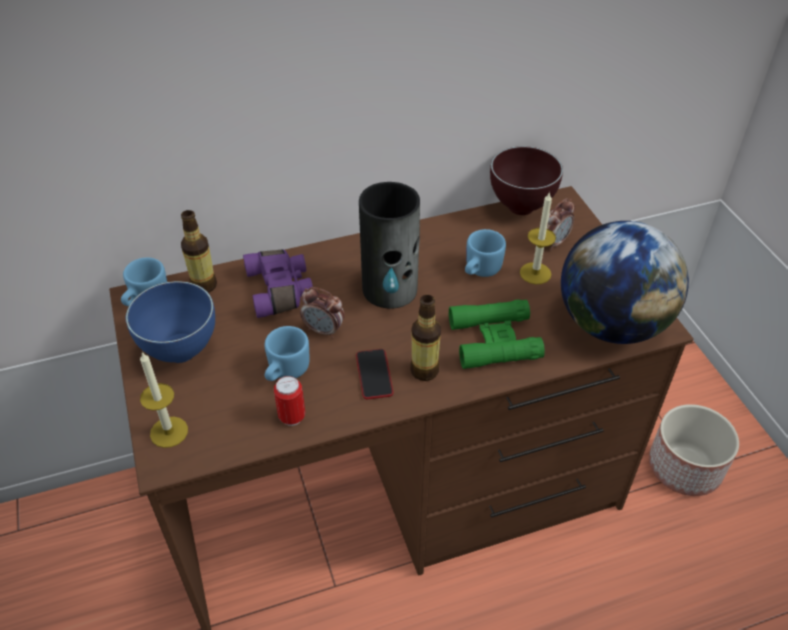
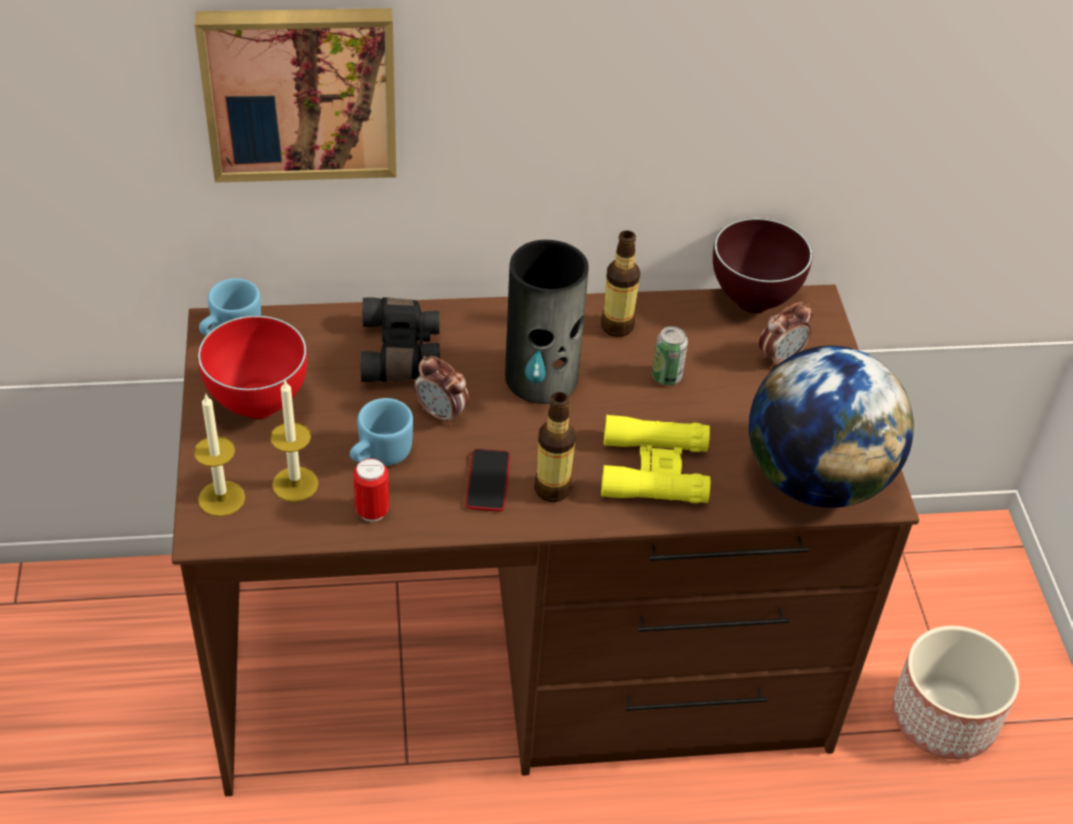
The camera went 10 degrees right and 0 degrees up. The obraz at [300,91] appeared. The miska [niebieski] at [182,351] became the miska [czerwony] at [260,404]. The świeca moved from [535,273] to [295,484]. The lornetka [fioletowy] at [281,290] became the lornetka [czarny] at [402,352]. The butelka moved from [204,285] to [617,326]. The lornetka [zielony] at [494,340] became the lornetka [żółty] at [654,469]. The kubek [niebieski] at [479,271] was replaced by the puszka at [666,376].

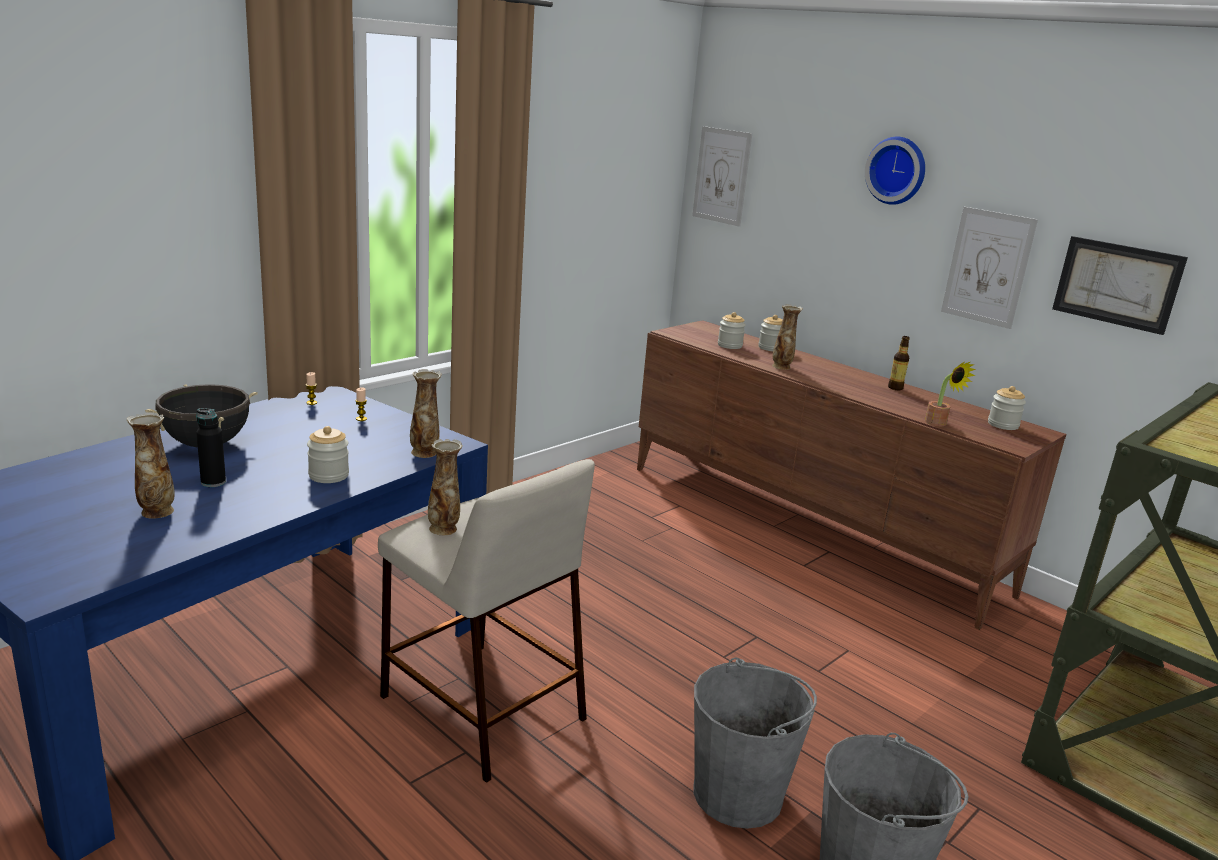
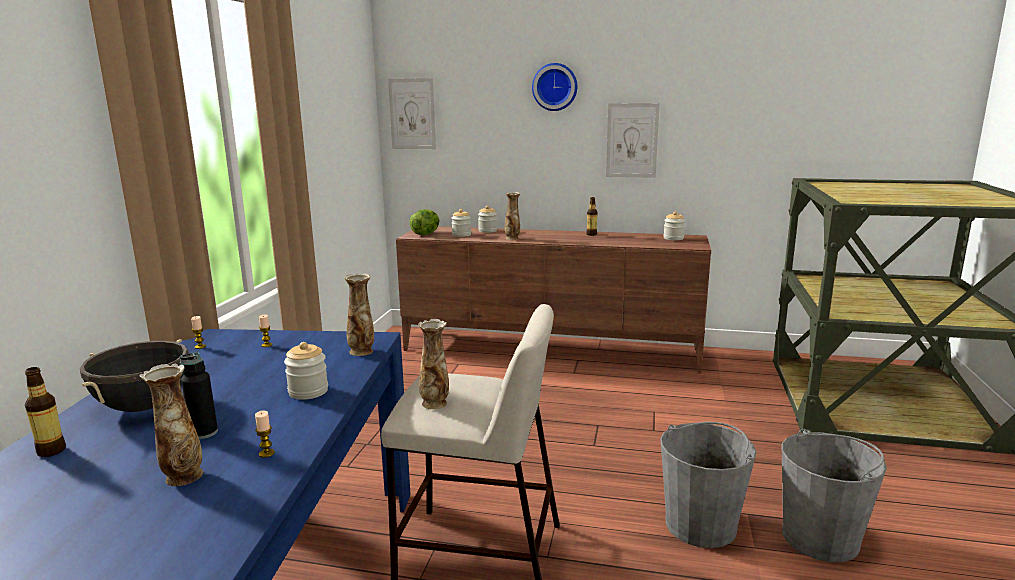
The camera went 30 degrees left and 5 degrees down. The butelka at [51,451] appeared. The świeca at [266,453] appeared. The sałata at [426,234] appeared. The roślina doniczkowa at [939,424] disappeared. The obraz at [1117,284] disappeared.

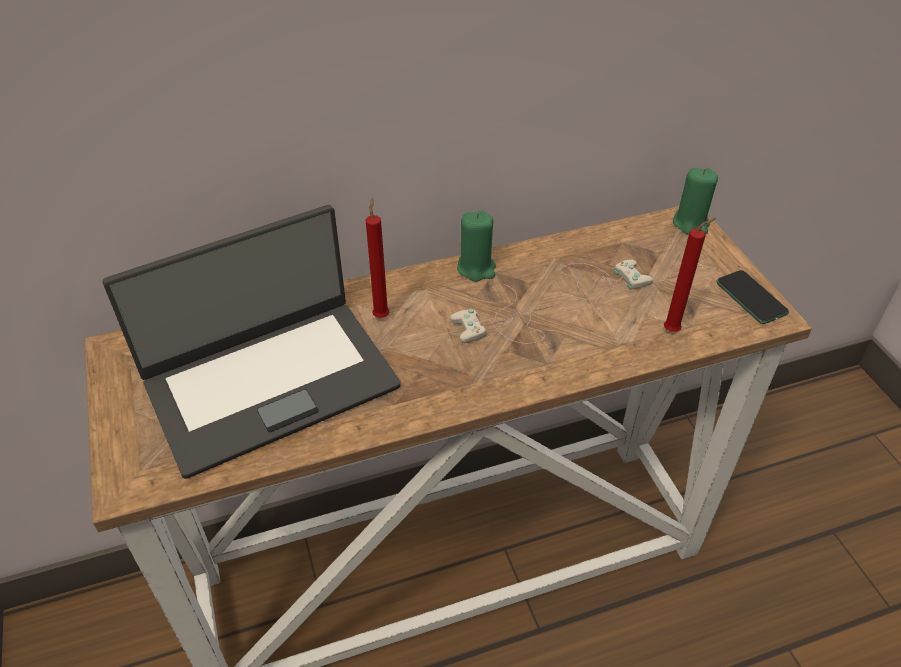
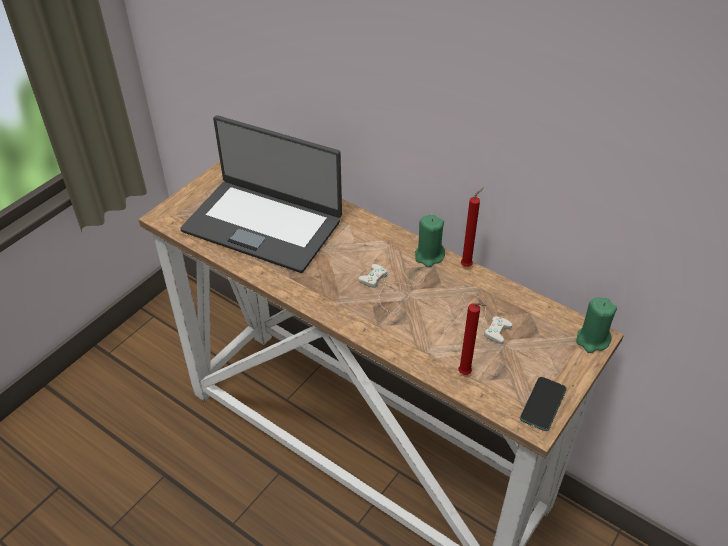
The camera went 55 degrees right and 0 degrees up. The świeca [czerwony] moved from [381,315] to [467,265].

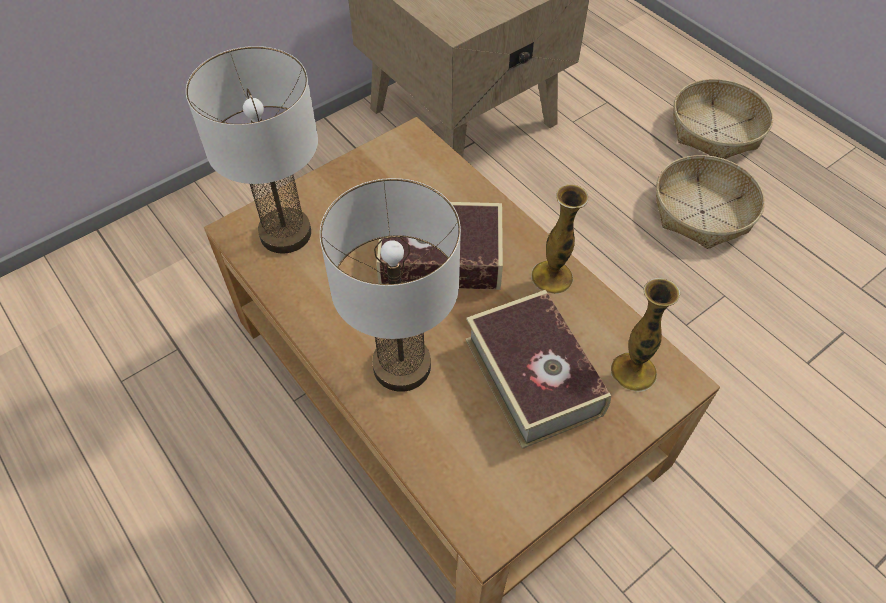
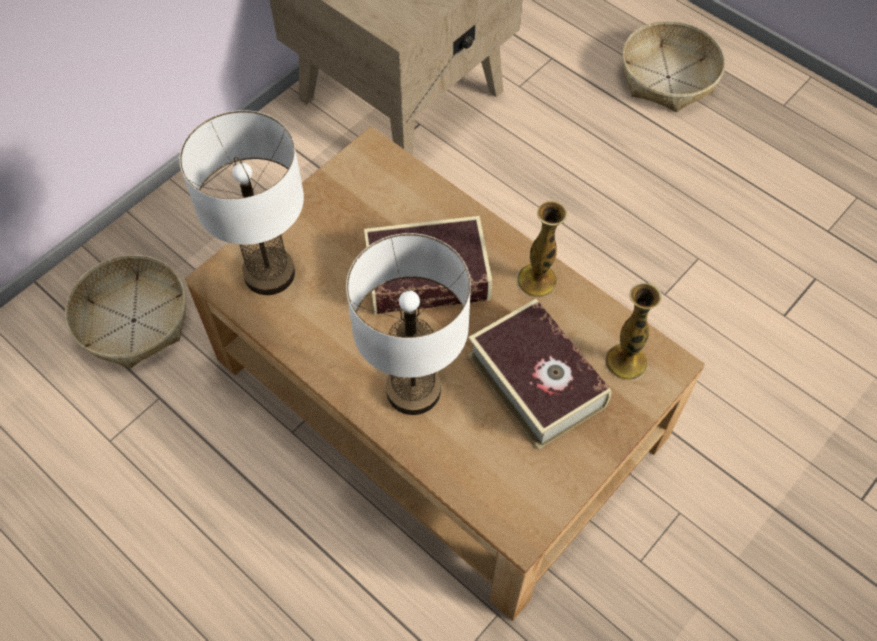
The camera went 10 degrees left and 5 degrees up. The koszyk moved from [702,212] to [134,320].

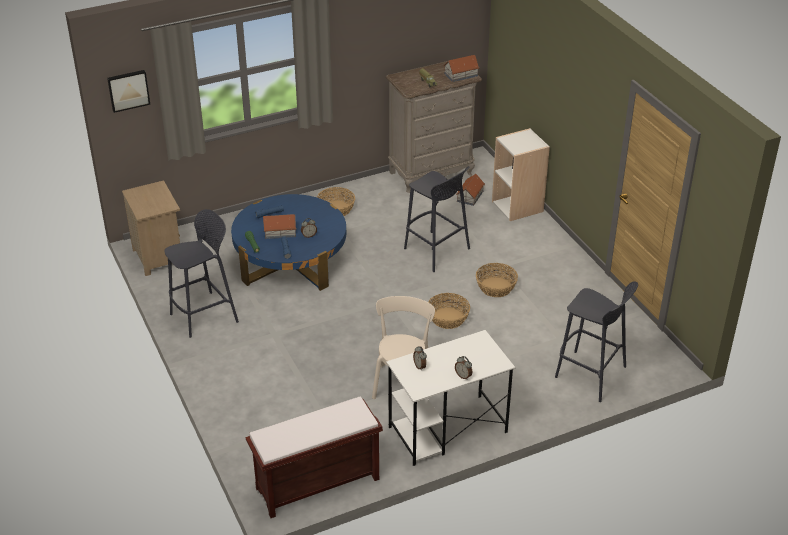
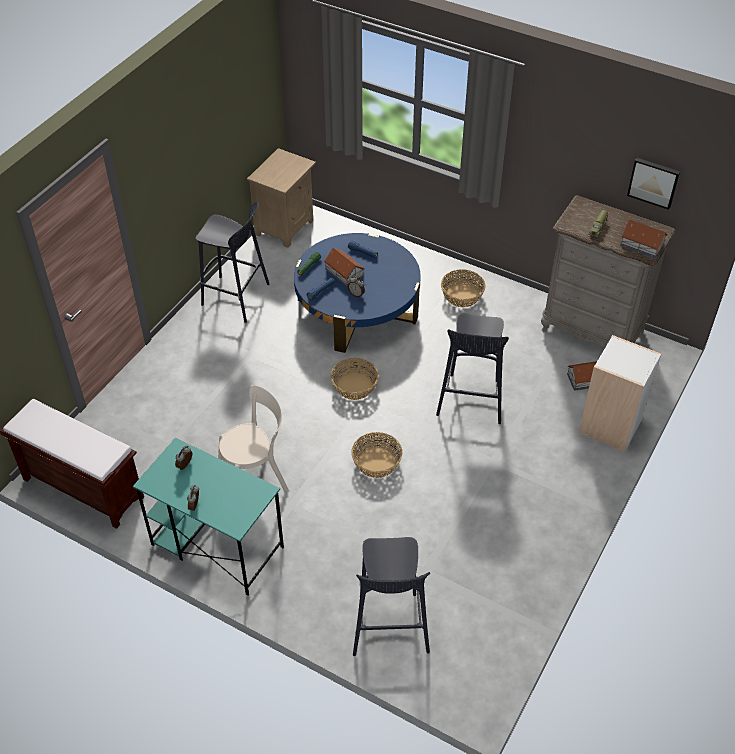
The camera went 55 degrees right and 10 degrees up. The biurko [biały] at [447,430] became the biurko [turkusowy] at [216,545]. The koszyk moved from [495,287] to [354,386]. The obraz moved from [128,90] to [653,182].

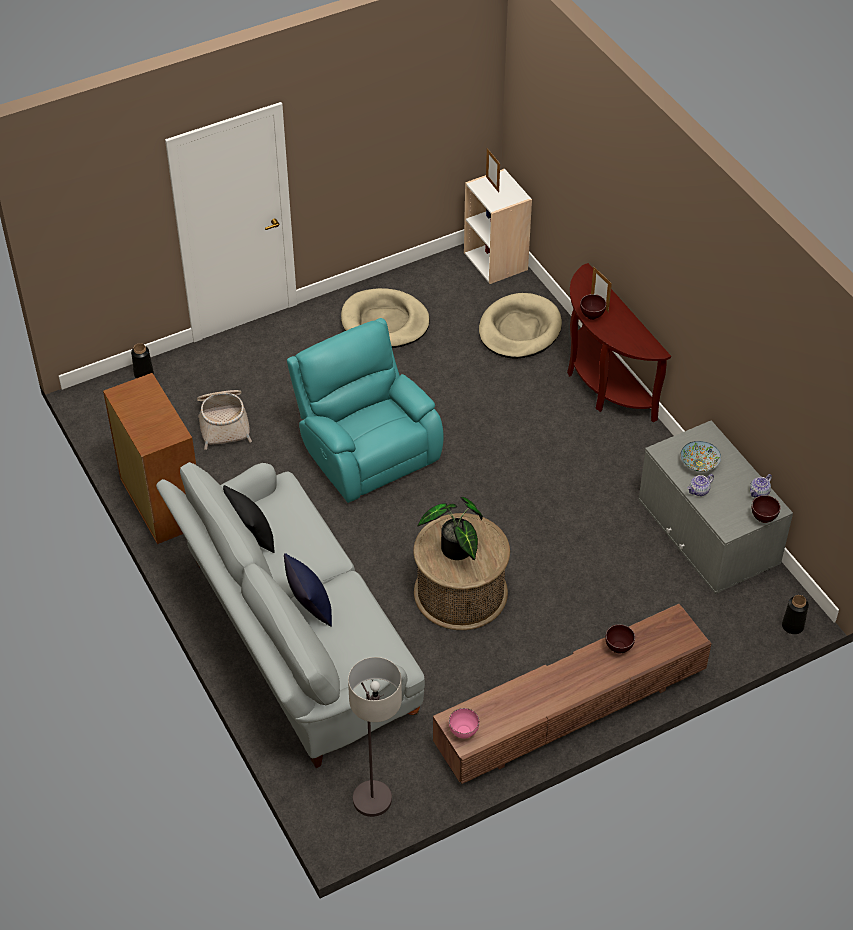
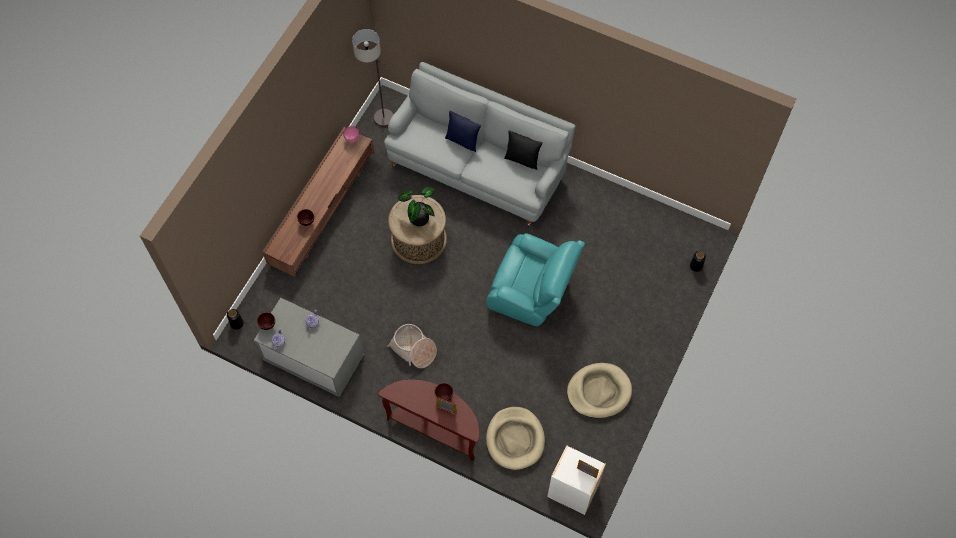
The camera went 145 degrees right and 15 degrees up. The koszyk moved from [224,423] to [413,349]. The szafka [brązowy] at [162,501] disappeared. The miska at [699,464] disappeared.

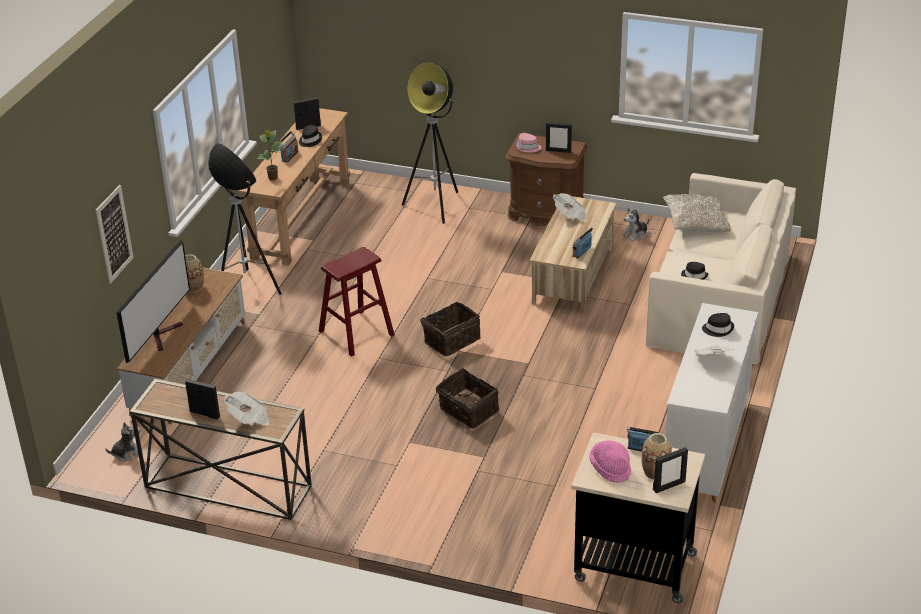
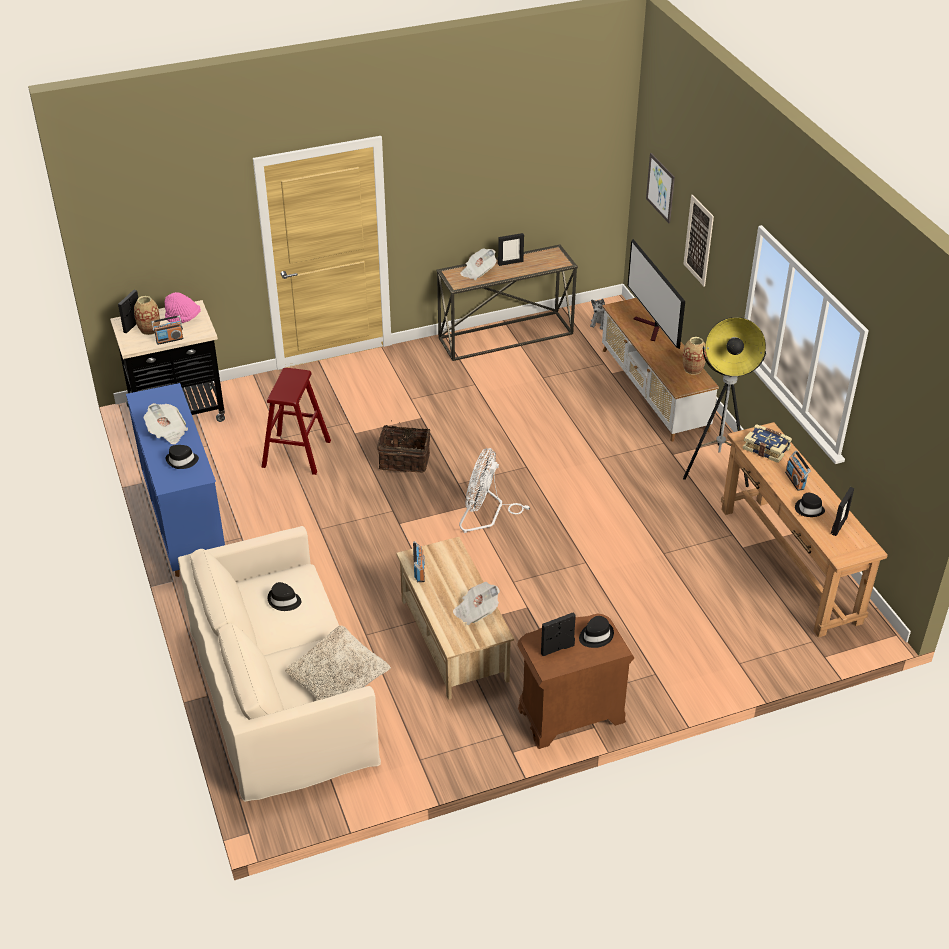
The camera went 140 degrees right and 5 degrees up. The szafka [biały] at [706,447] became the szafka [niebieski] at [184,522]. The stołek [czerwony] moved from [356,333] to [296,454]. The koszyk at [451,340] was replaced by the wentylator [biały] at [488,511]. The kapelusz [różowy] at [527,147] became the kapelusz [czarny] at [595,635]. The obraz at [660,188] appeared. The roślina doniczkowa at [273,178] was replaced by the książka at [766,448]. The lampa stojąca at [436,206] disappeared. The pluszak at [635,234] disappeared.

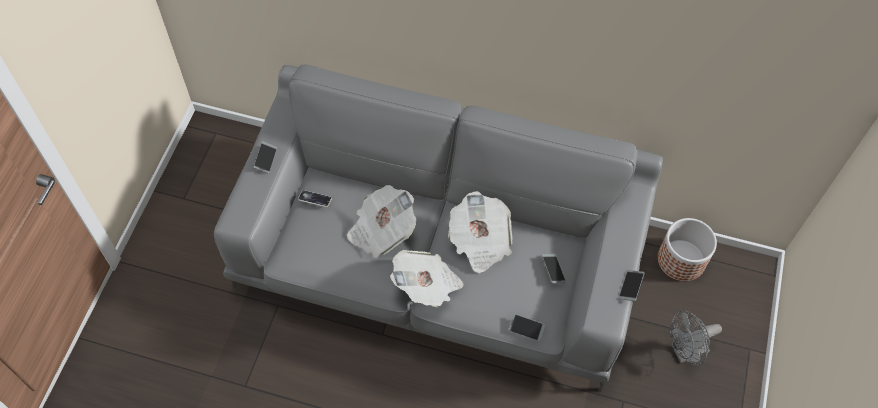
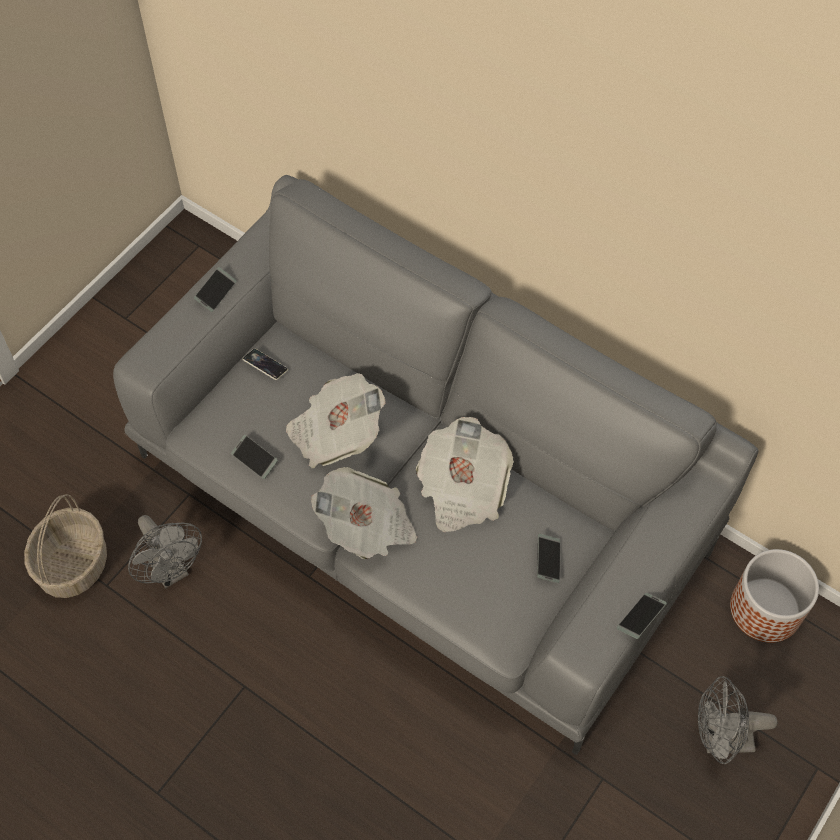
The camera went 20 degrees right and 0 degrees up. The koszyk at [72,564] appeared. The wentylator [szary] at [171,571] appeared. The telefon moved from [526,329] to [255,459].

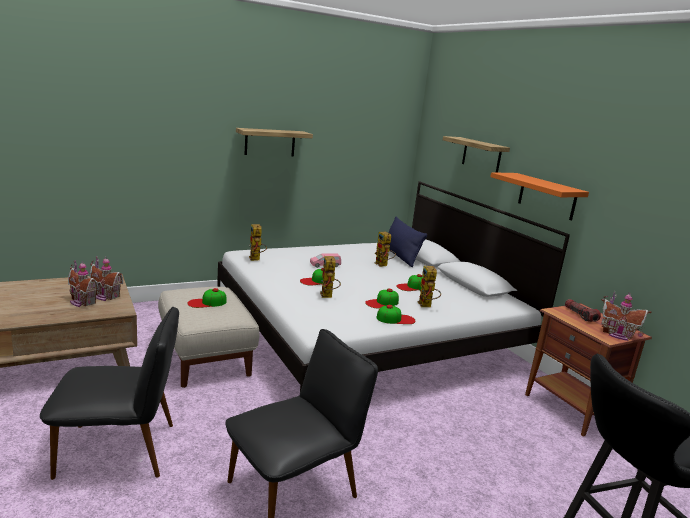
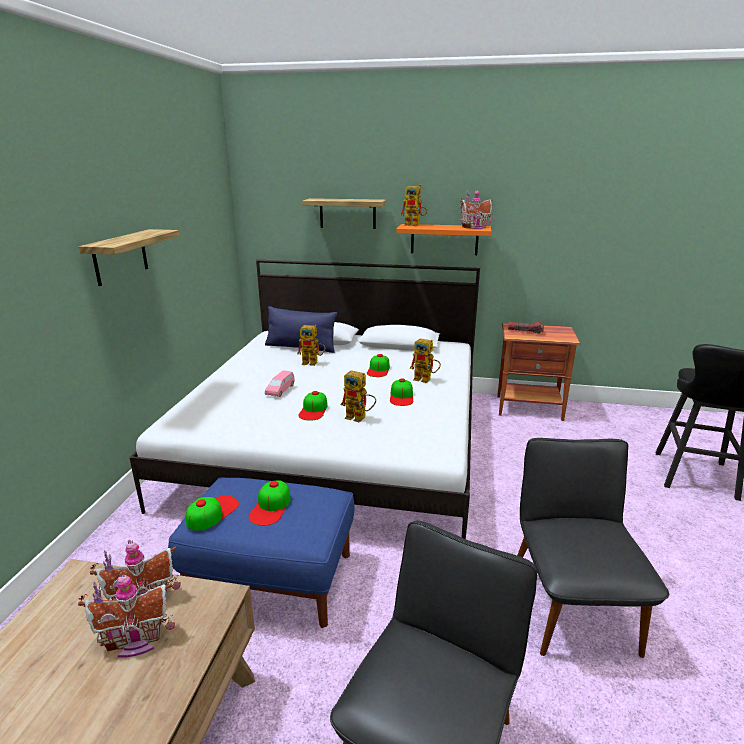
The camera went 50 degrees left and 5 degrees up. The pufa [beżowy] at [205,357] became the pufa [niebieski] at [272,578]. The czapka z daszkiem moved from [395,319] to [212,512]. The robot zabawkowy moved from [256,259] to [415,225]. The domek moved from [617,335] to [475,227].

